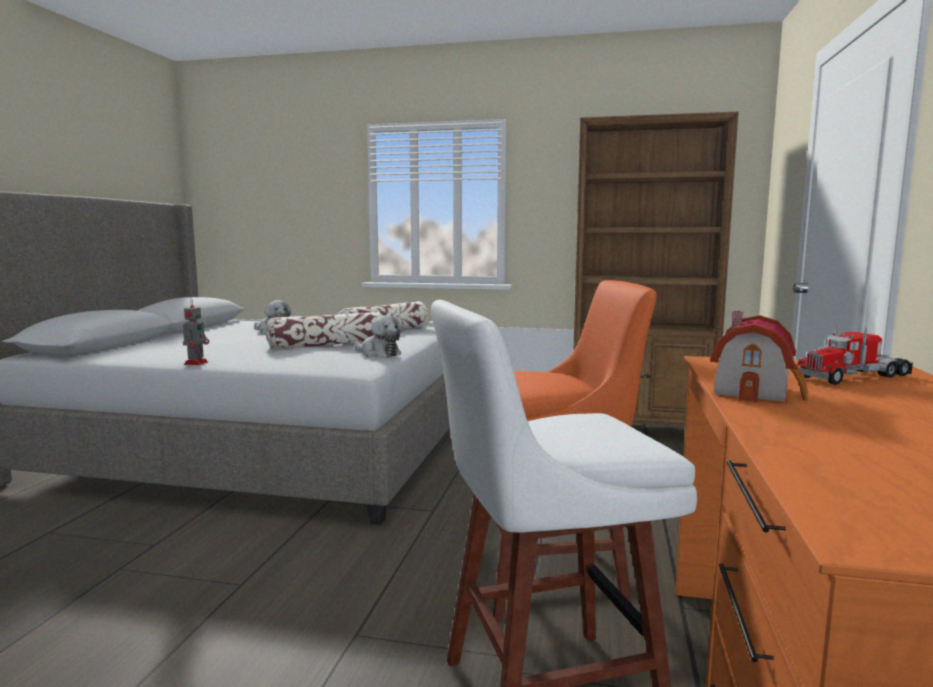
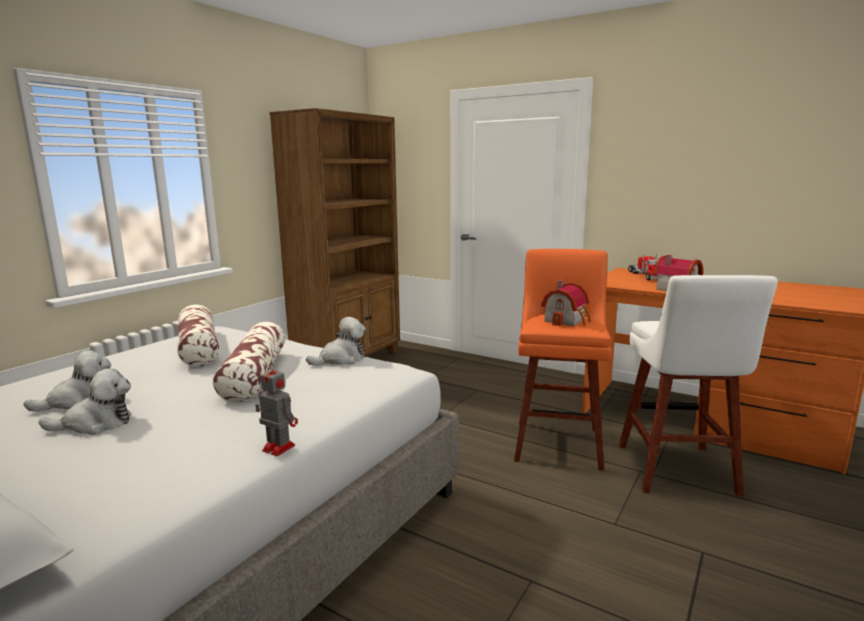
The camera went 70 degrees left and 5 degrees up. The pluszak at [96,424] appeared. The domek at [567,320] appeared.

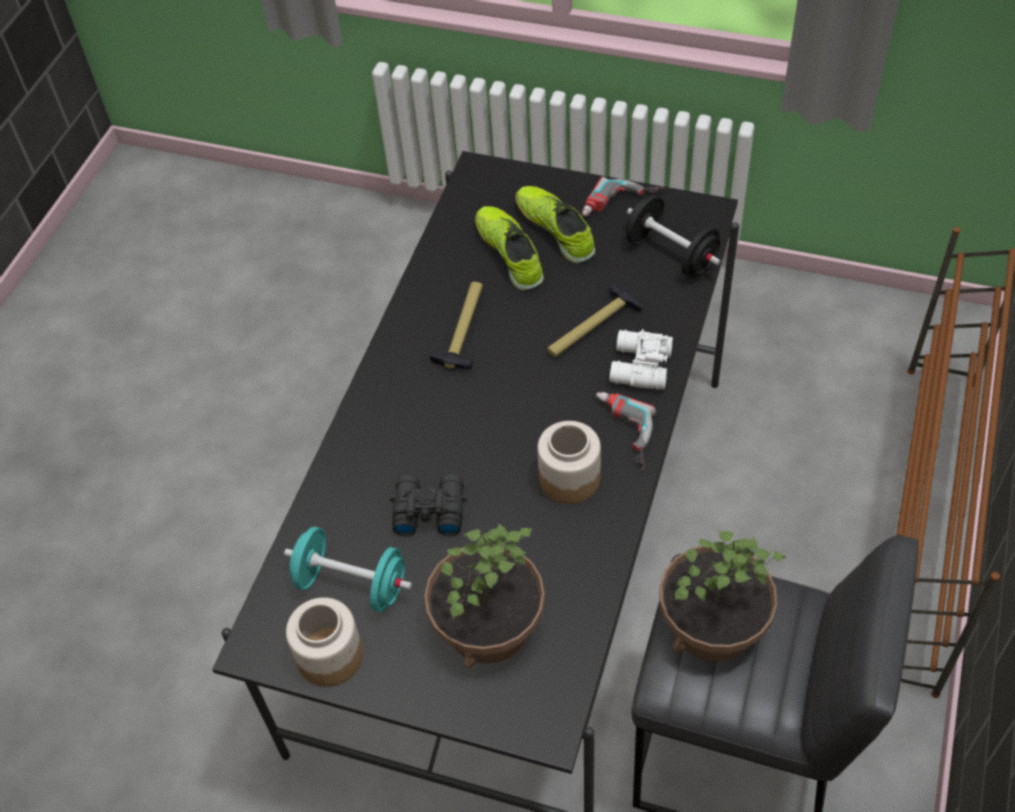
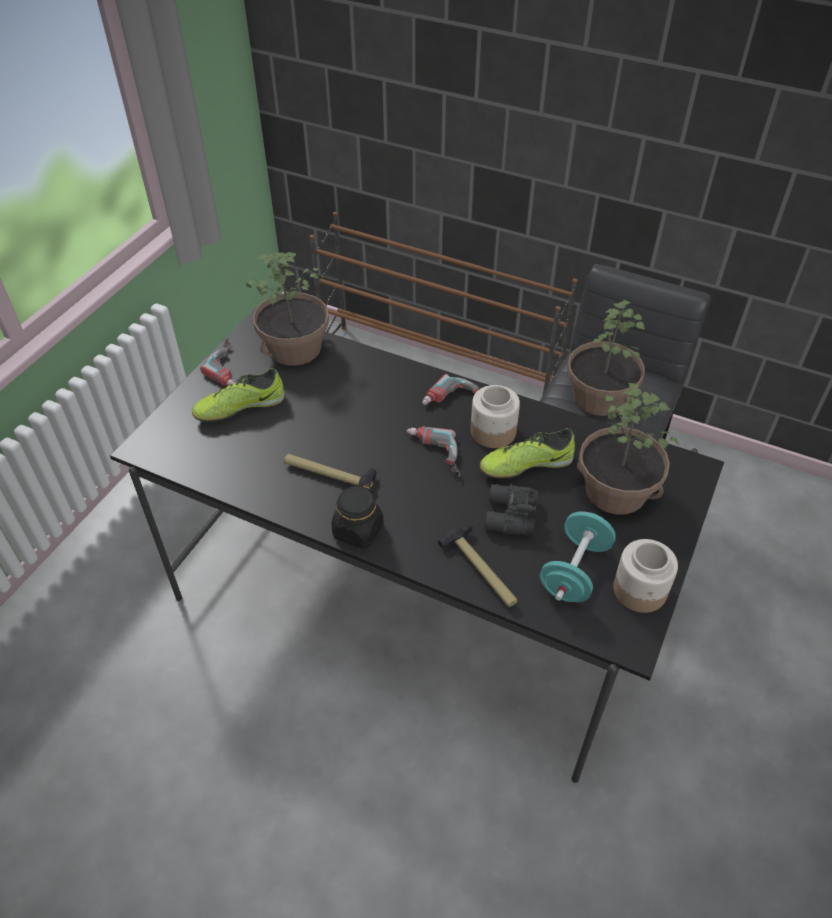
The camera went 85 degrees left and 5 degrees down. The hantel [czarny] at [671,254] was replaced by the roślina doniczkowa at [295,349]. The słoik [czarny] at [358,531] appeared. The wiertarka at [432,455] appeared. The młotek moved from [592,328] to [481,570]. The but moved from [510,254] to [526,464]. The lornetka [biały] at [639,367] disappeared.

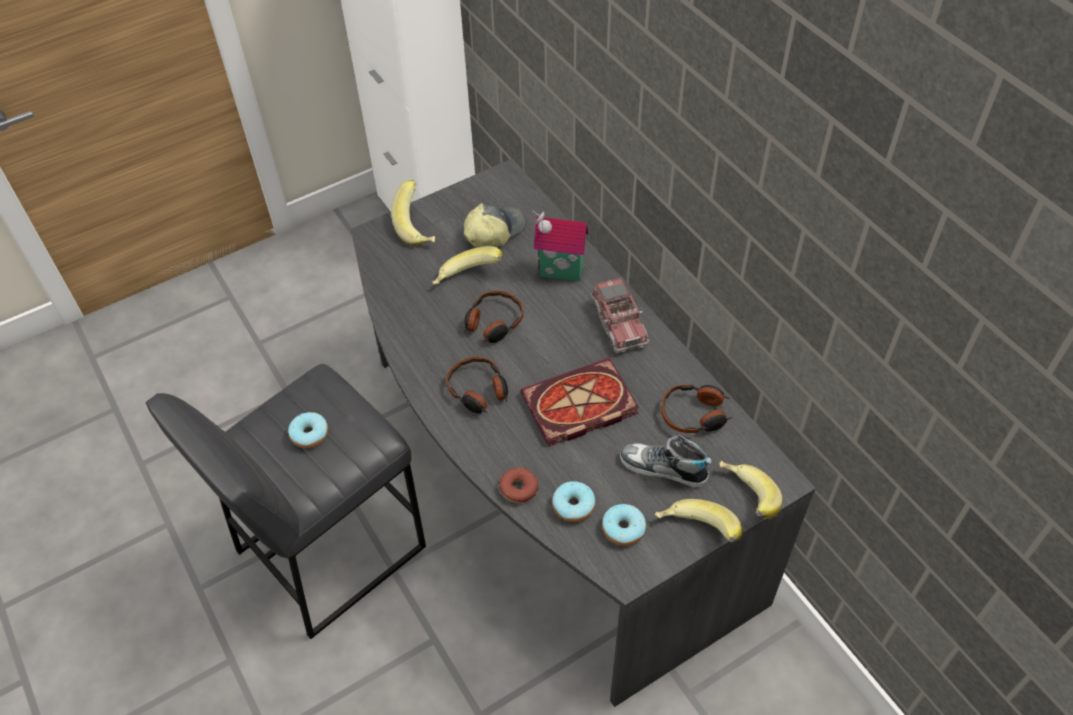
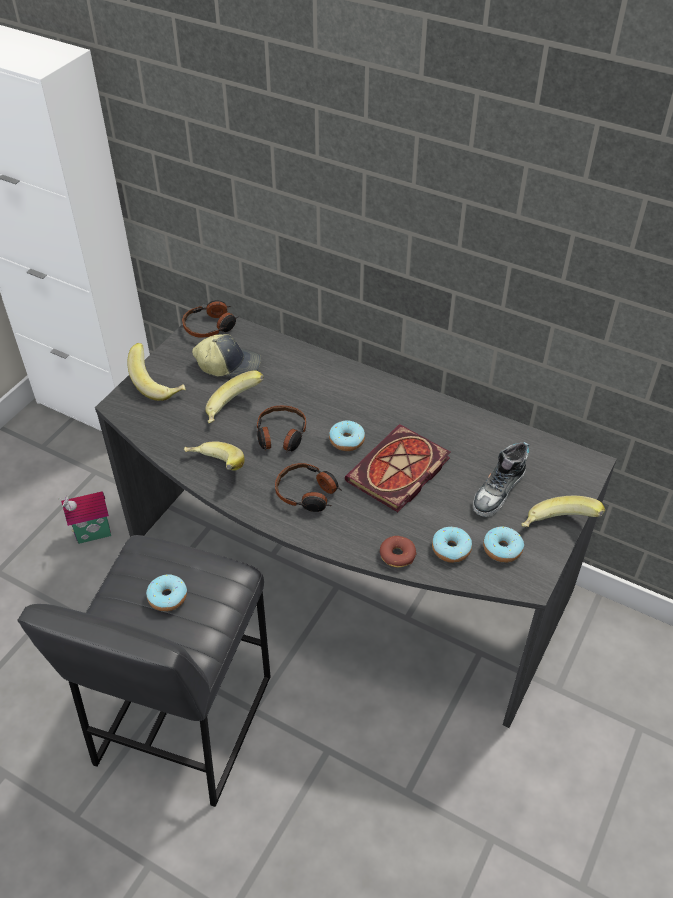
The camera went 30 degrees left and 5 degrees down. The domek moved from [560,274] to [93,536]. The słuchawki moved from [695,415] to [211,326]. The banan moved from [744,499] to [214,469]. The czapka z daszkiem at [494,231] turned 75 degrees clockwise. The donut at [347,440] appeared. The but at [663,469] turned 45 degrees counterclockwise. The ciężarówka zabawkowa at [619,324] disappeared.

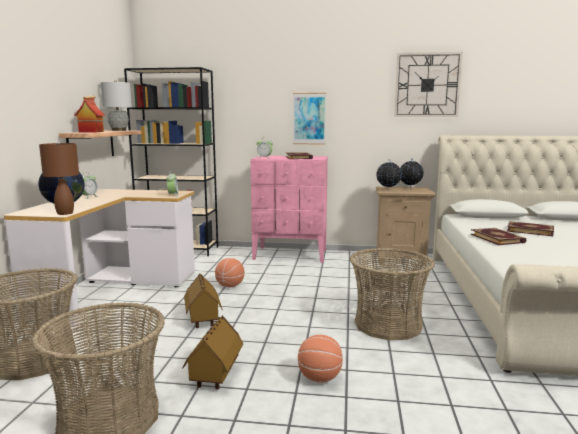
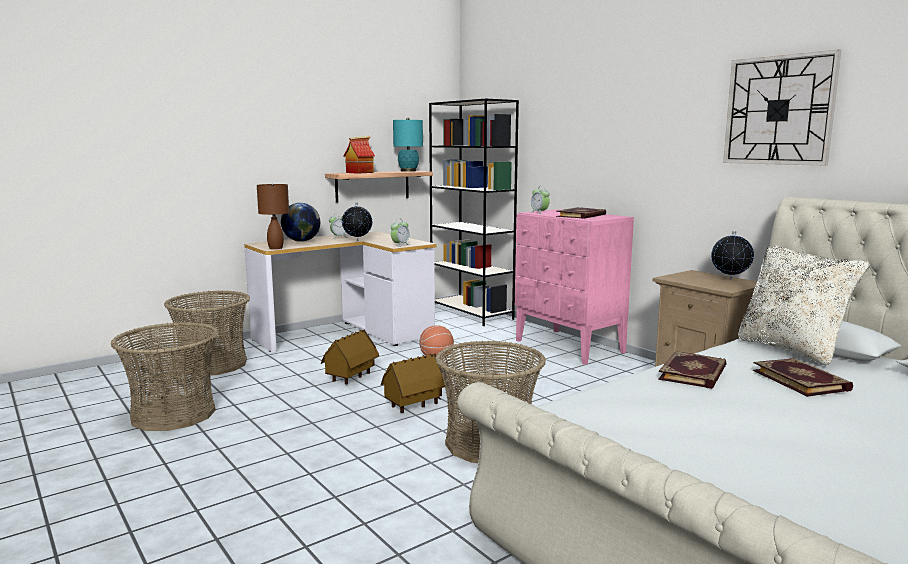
The camera went 45 degrees right and 0 degrees up. The globus moved from [388,190] to [357,241]. The domek moved from [215,377] to [414,406]. The lampa stołowa [biały] at [118,130] became the lampa stołowa [turkusowy] at [408,171]. The poduszka [beżowy] at [790,351] appeared. The obraz at [309,118] disappeared. The piłka do koszykówki at [319,378] disappeared.

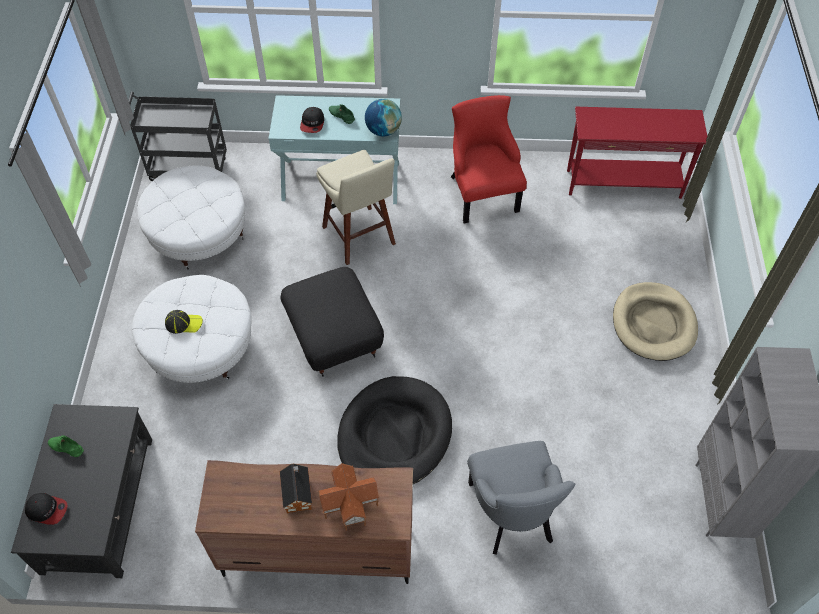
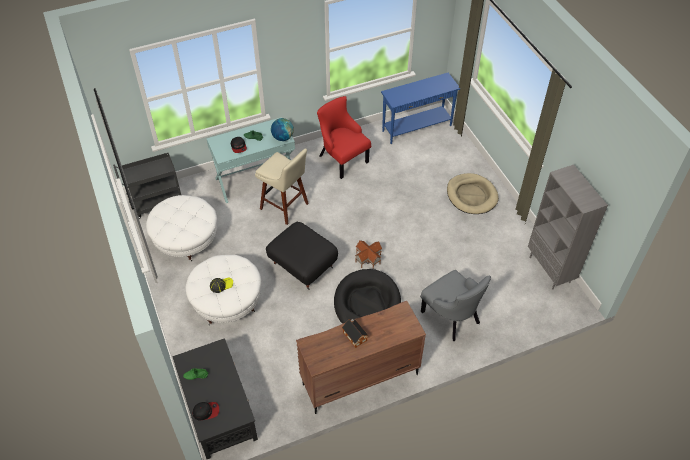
The camera went 25 degrees left and 5 degrees down. The domek moved from [349,504] to [368,259]. The stolik konsolowy [czerwony] at [624,183] became the stolik konsolowy [niebieski] at [417,128].

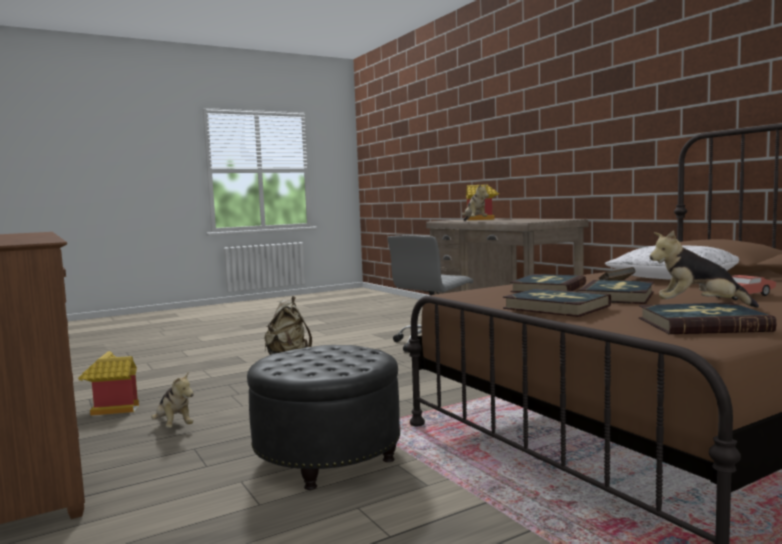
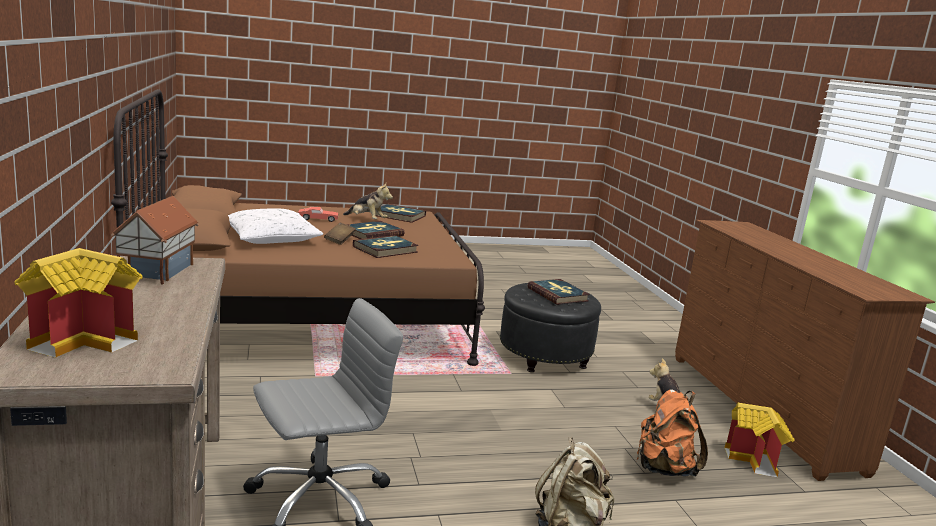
The camera went 165 degrees left and 10 degrees up. The domek at [155,271] appeared. The książka moved from [556,307] to [558,294]. The plecak [pomarańczowy] at [664,469] appeared. The pluszak at [474,221] disappeared.

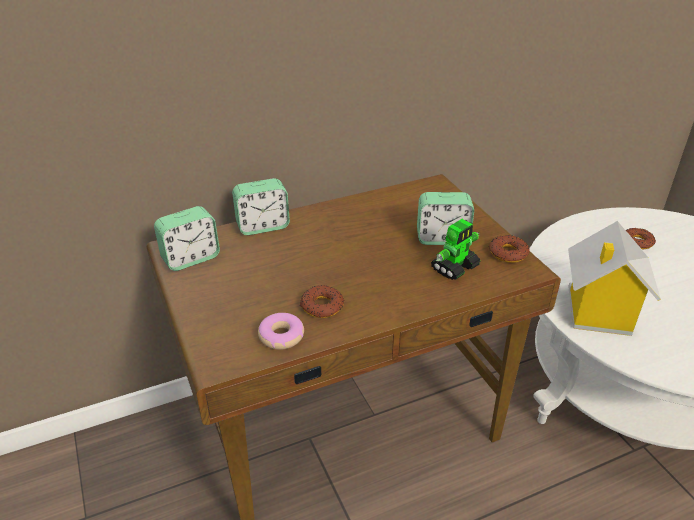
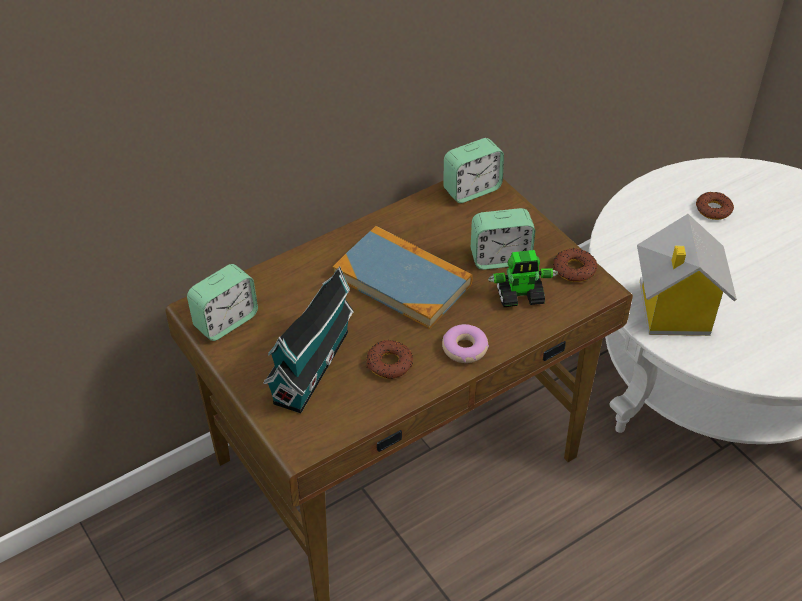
The camera went 10 degrees left and 10 degrees up. The domek at [313,364] appeared. The książka at [402,280] appeared. The donut moved from [281,336] to [464,348]. The budzik moved from [263,226] to [472,189]. The robot zabawkowy at [455,267] turned 45 degrees clockwise.

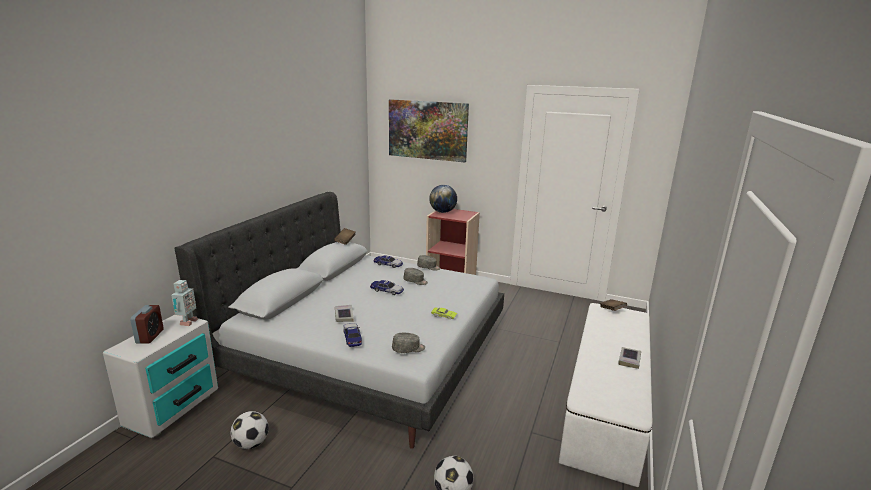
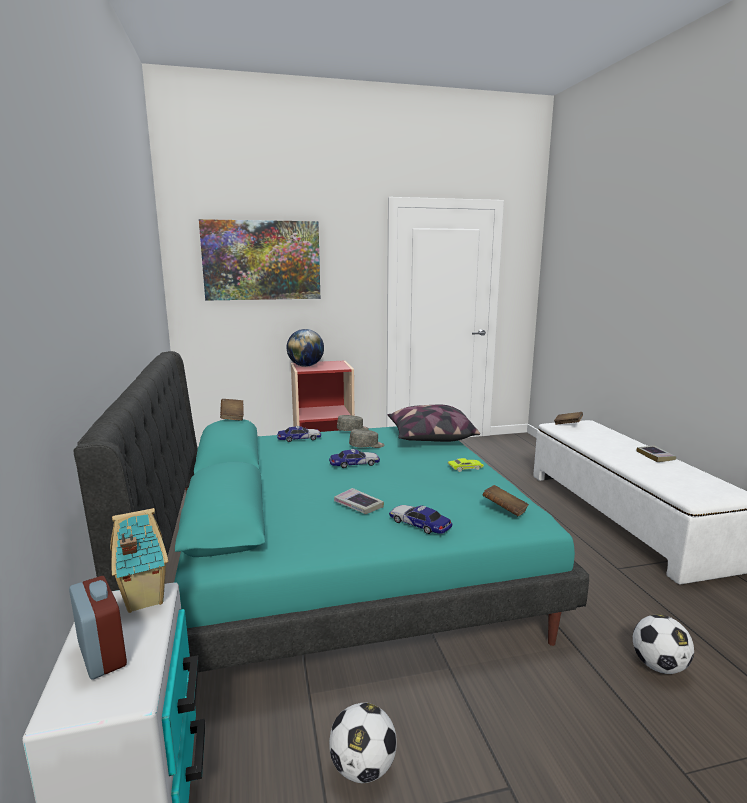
The camera went 35 degrees left and 5 degrees down. The łóżko [szary] at [366,350] became the łóżko [turkusowy] at [335,563]. The robot zabawkowy at [187,322] was replaced by the domek at [142,599]. The poduszka at [429,438] appeared. The czapka z daszkiem [szary] at [408,349] was replaced by the książka [brązowy] at [504,510].

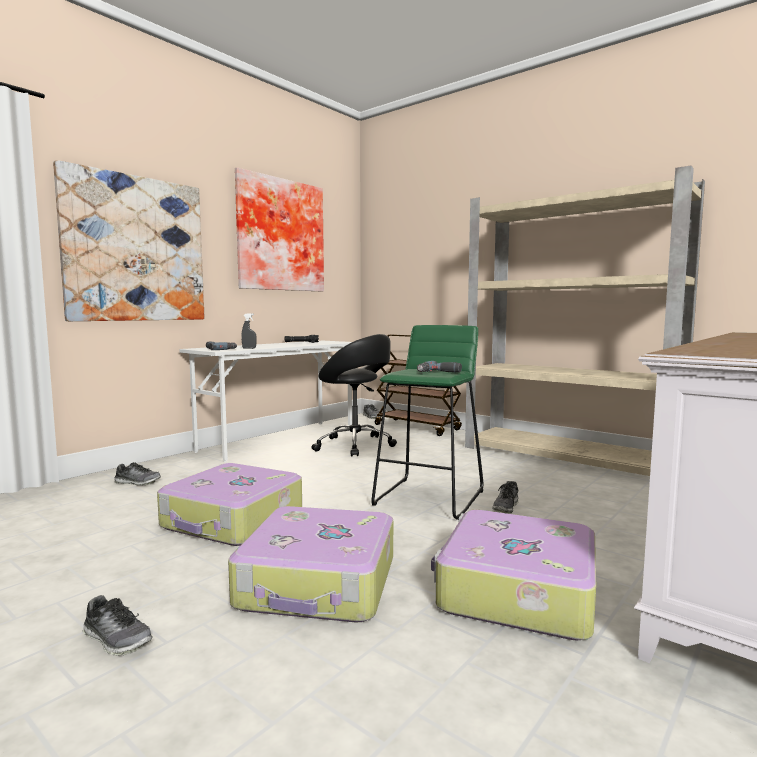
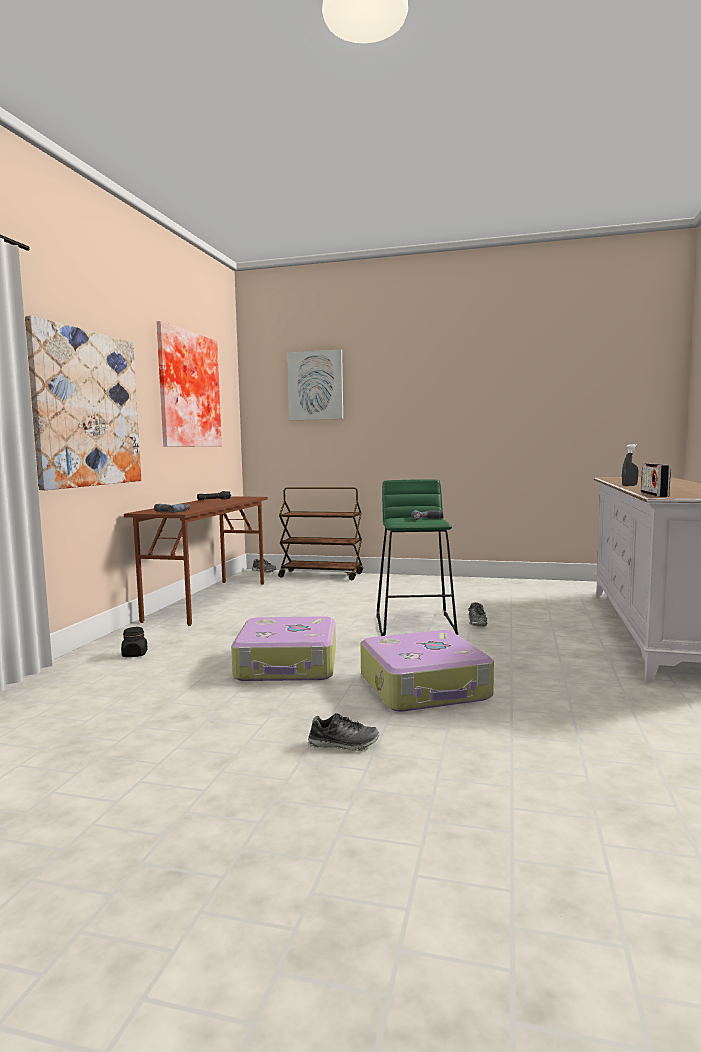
The camera went 25 degrees left and 0 degrees up. The but at [137,482] was replaced by the słoik [czarny] at [135,654]. The biurko [biały] at [279,440] became the biurko [brązowy] at [208,601]. The obraz at [315,385] appeared. The spryskiwacz [szary] moved from [249,348] to [629,485]. The radio at [654,494] appeared. The krzesło biurowe [czarny] at [356,445] disappeared. The walizka at [515,591] disappeared. The regał [beżowy] at [567,456] disappeared.

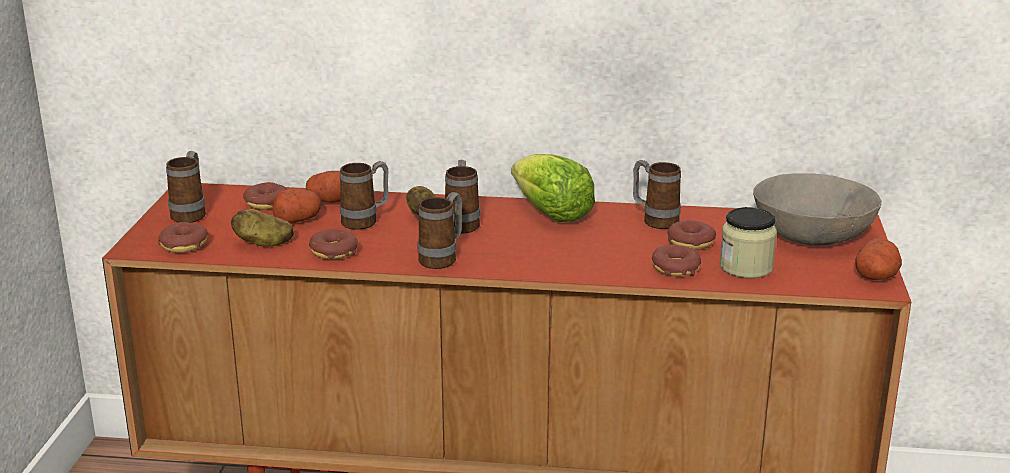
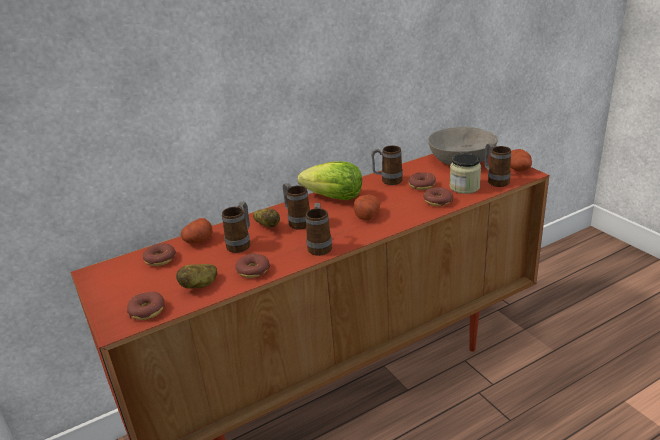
The camera went 35 degrees left and 5 degrees up. The ziemniak moved from [297,220] to [366,215]. The kubek moved from [191,213] to [495,180].

